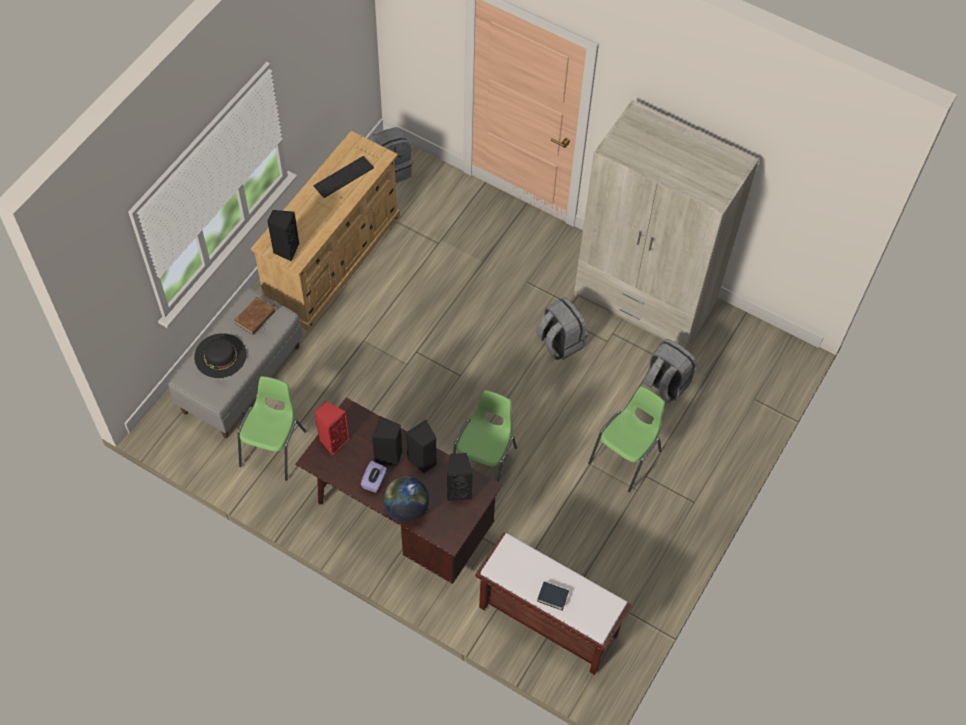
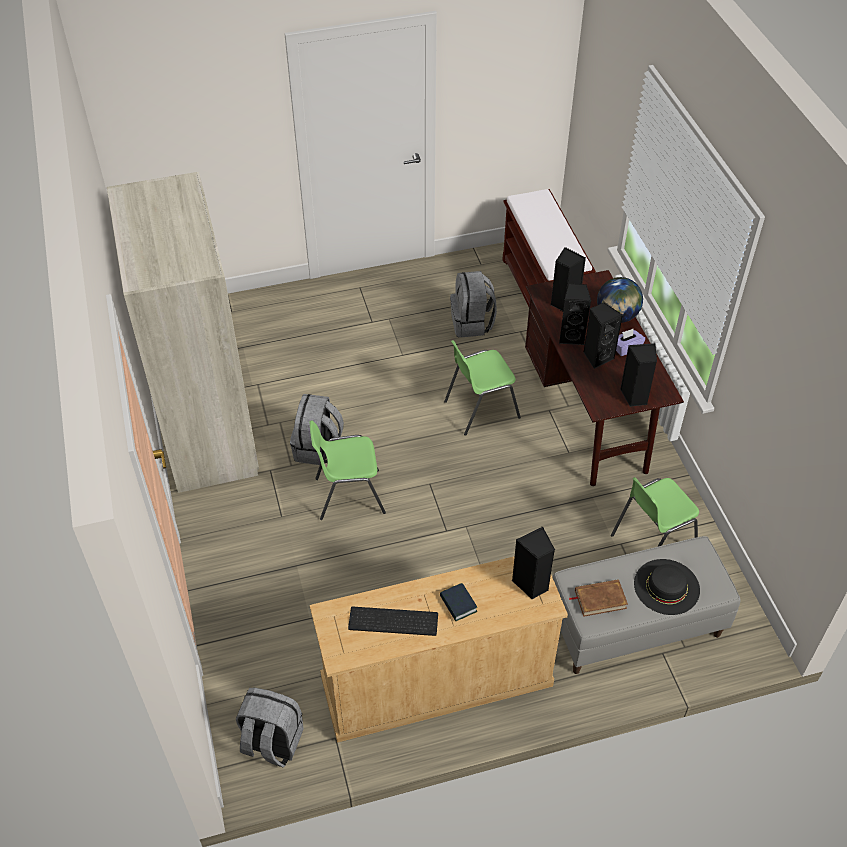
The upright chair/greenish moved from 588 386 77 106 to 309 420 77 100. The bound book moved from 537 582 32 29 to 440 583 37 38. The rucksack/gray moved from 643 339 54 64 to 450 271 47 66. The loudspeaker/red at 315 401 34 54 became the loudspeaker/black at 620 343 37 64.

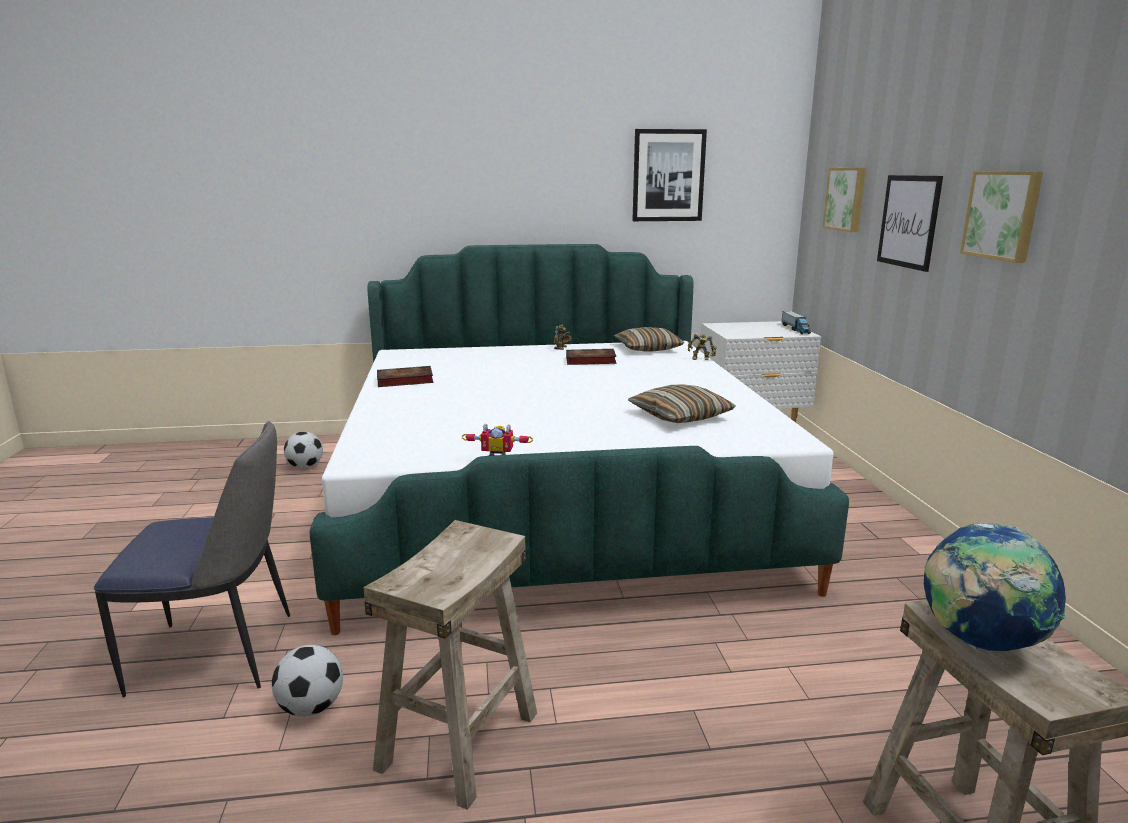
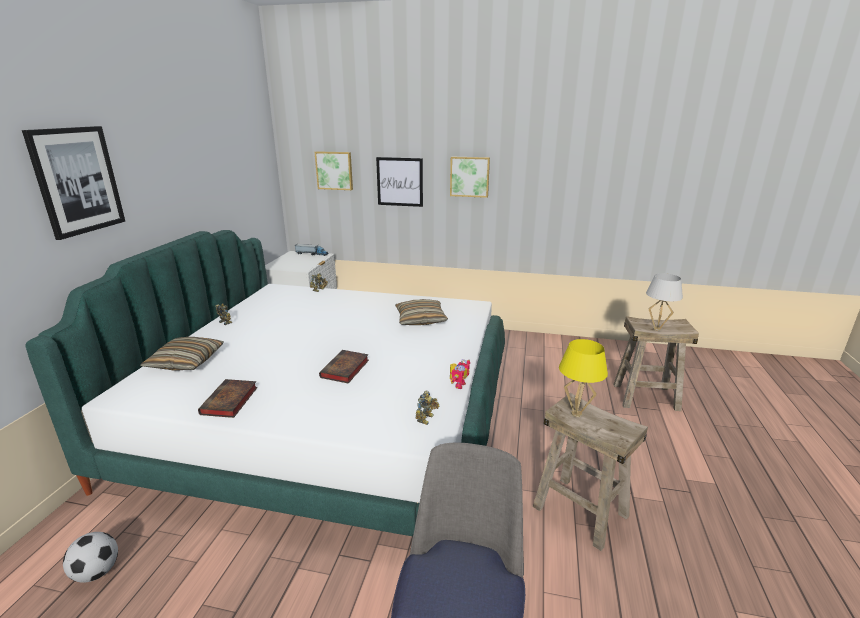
The wall art moved from 632 129 75 92 to 22 126 103 114. The cushion moved from 614 327 70 25 to 141 337 83 33. The bound book moved from 566 349 51 16 to 319 350 50 34. The model robot at 415 390 25 35 appeared. The lamp for a table/yellow-coloured at 559 339 49 78 appeared. The globe at 924 523 143 129 was replaced by the lamp for a table/whitish at 646 273 37 58. The football at 272 645 71 72 disappeared.

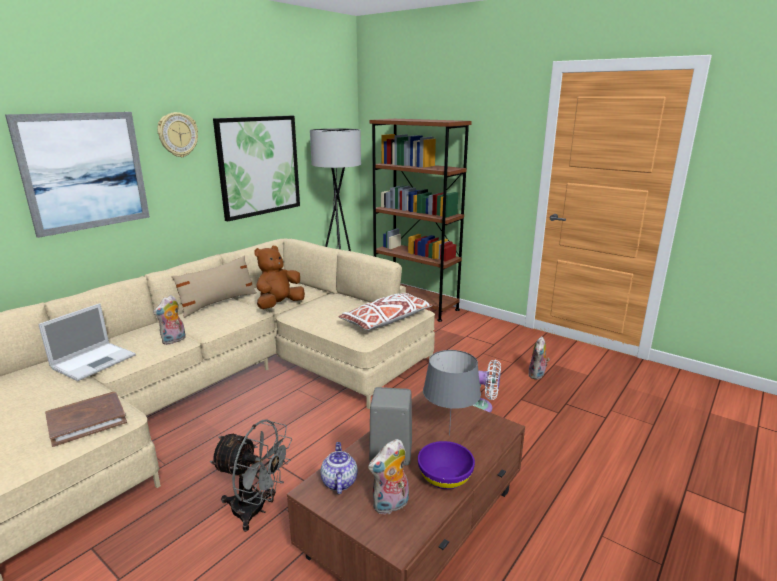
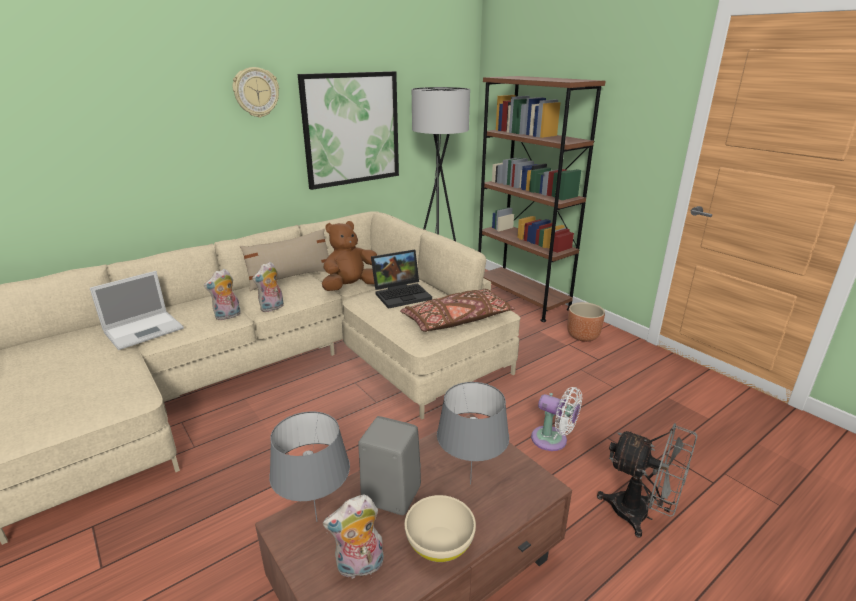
The plush toy moved from 528 336 22 44 to 252 261 32 51. The teapot at 320 442 38 52 was replaced by the lamp for a table/gray at 269 411 81 111. The laptop at 371 250 61 59 appeared. The cushion/whitish at 339 293 93 37 became the cushion/brown at 400 289 115 43. The serving bowl/purple at 418 441 57 48 became the serving bowl/sand-coloured at 404 495 72 67. The planter/brown at 567 302 38 40 appeared. The cooling fan/gray moved from 210 420 82 112 to 597 423 100 115. The wall art at 5 112 145 126 disappeared. The bound book/brown at 45 392 82 55 disappeared.

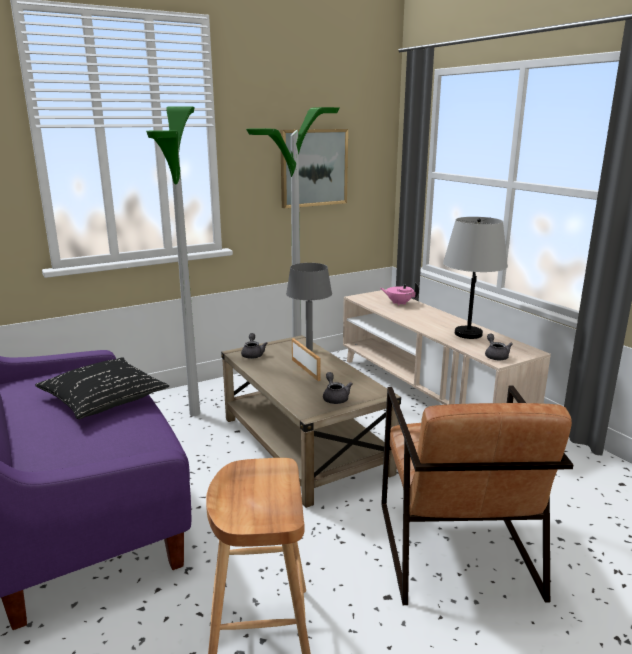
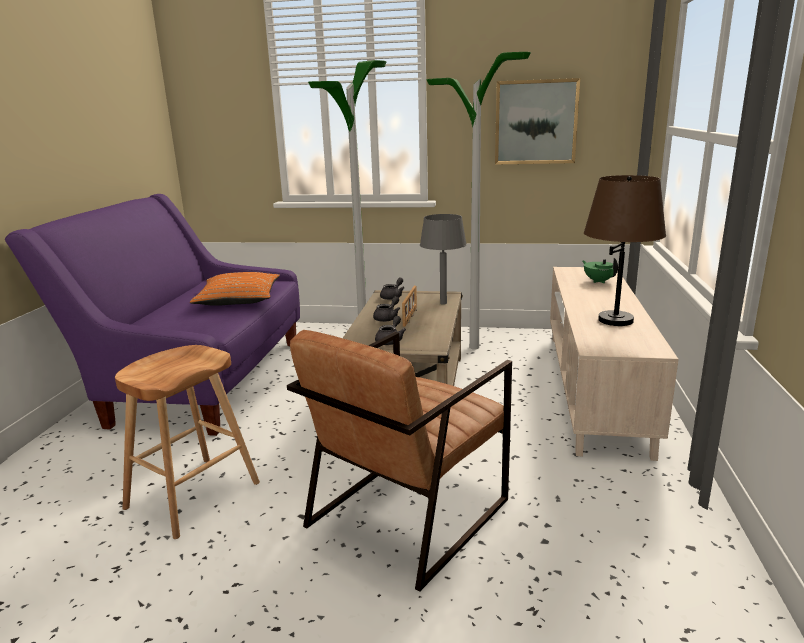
The cushion/black at 35 357 134 62 became the cushion/orange-coloured at 190 272 90 34. The teapot/gray moved from 485 333 28 27 to 373 296 27 26. The teapot/pinkish at 380 282 39 24 became the teapot/greenish at 583 258 35 25. The lamp for a table/gray at 443 217 65 122 became the lamp for a table/brown at 584 175 82 151.

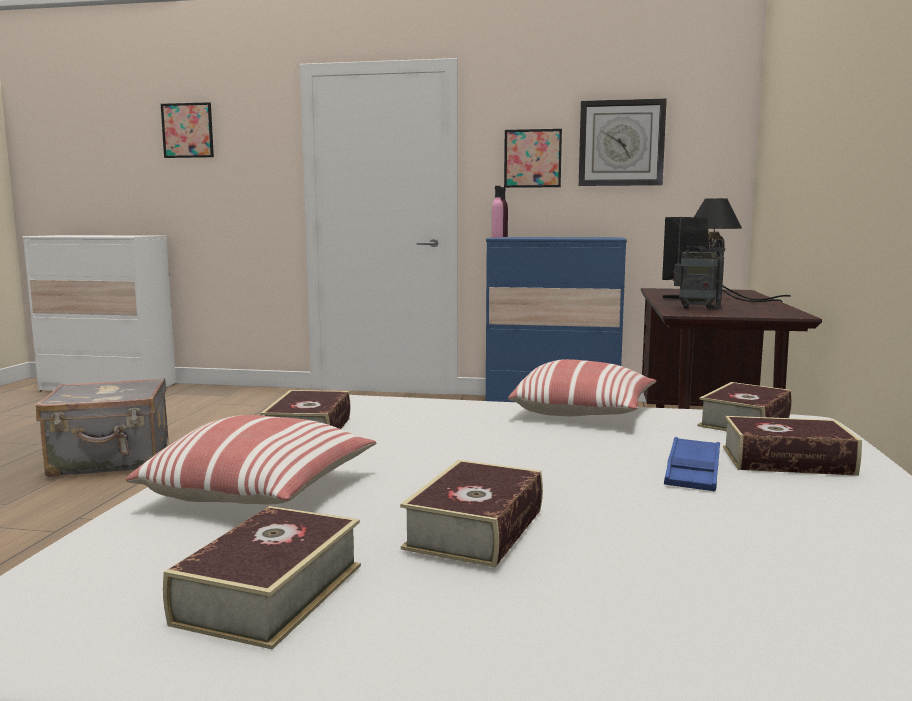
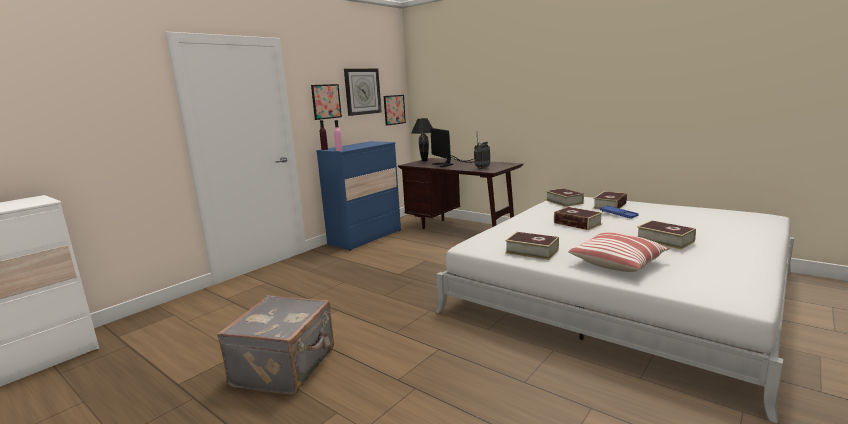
The wall art moved from 161 102 53 56 to 384 95 22 31. The bound book moved from 163 506 198 144 to 554 207 49 23. The cushion at 508 359 149 57 disappeared.

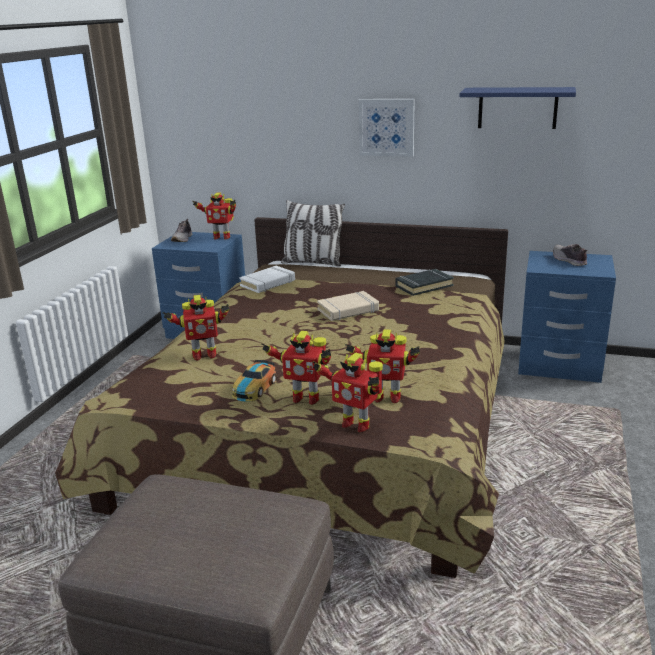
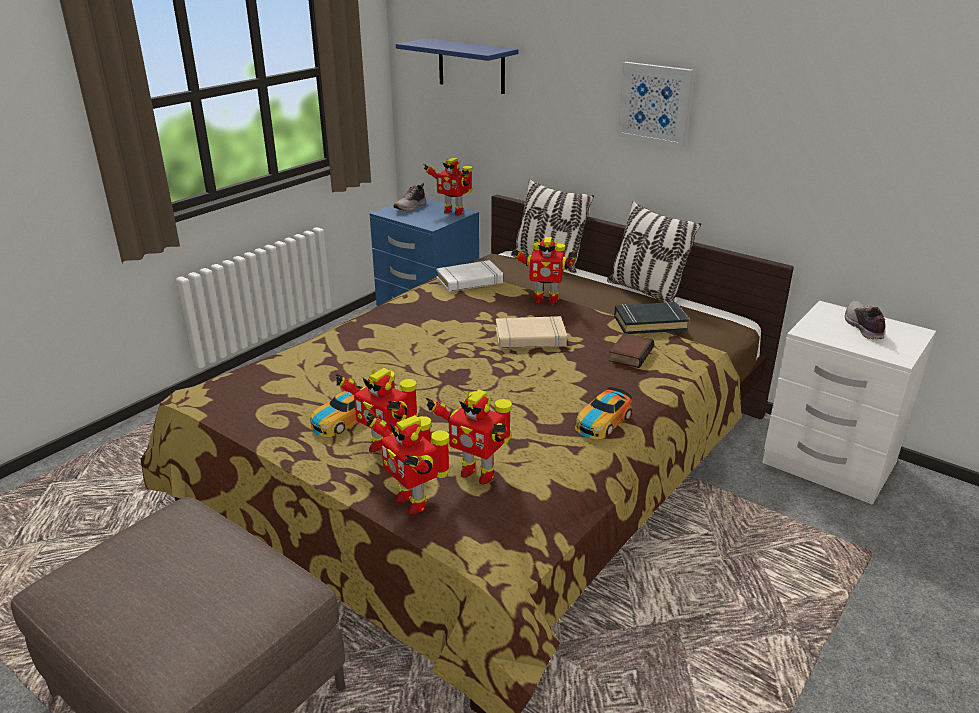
The bracket shelf/bluish moved from 459 87 117 42 to 396 38 123 56. The model robot moved from 163 295 67 65 to 511 237 66 67. The model car at 575 387 57 52 appeared. The cushion at 607 201 94 102 appeared. The bound book at 609 333 45 35 appeared. The bedside table/bluish at 518 251 98 132 became the bedside table/whitish at 762 301 174 204.

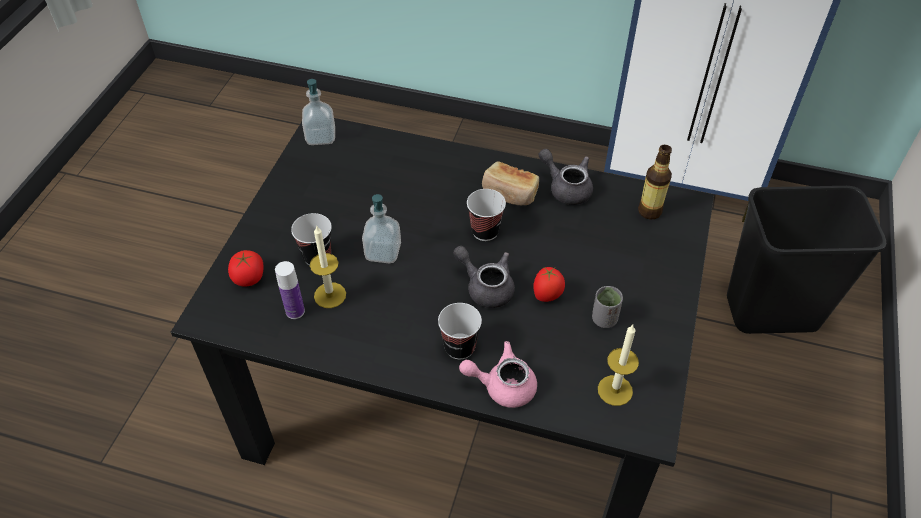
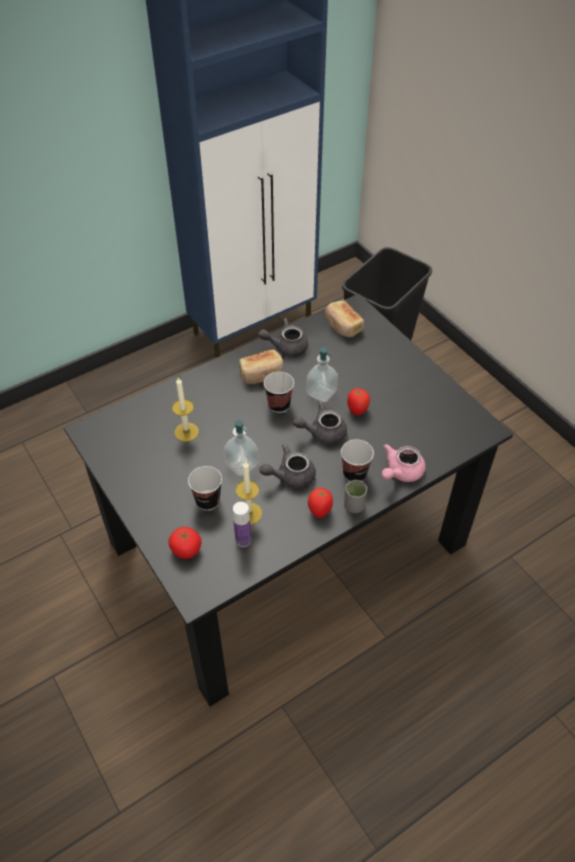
The wax candle moved from 598 325 41 81 to 172 378 27 64. The teapot/gray at 260 444 56 45 appeared. The soap dispenser moved from 302 79 33 66 to 306 347 32 55. The whole tomato at 308 488 25 30 appeared. The drink bottle at 638 145 34 75 was replaced by the baked bread at 325 300 39 37. The small cup/gray moved from 592 286 31 42 to 344 480 23 33.

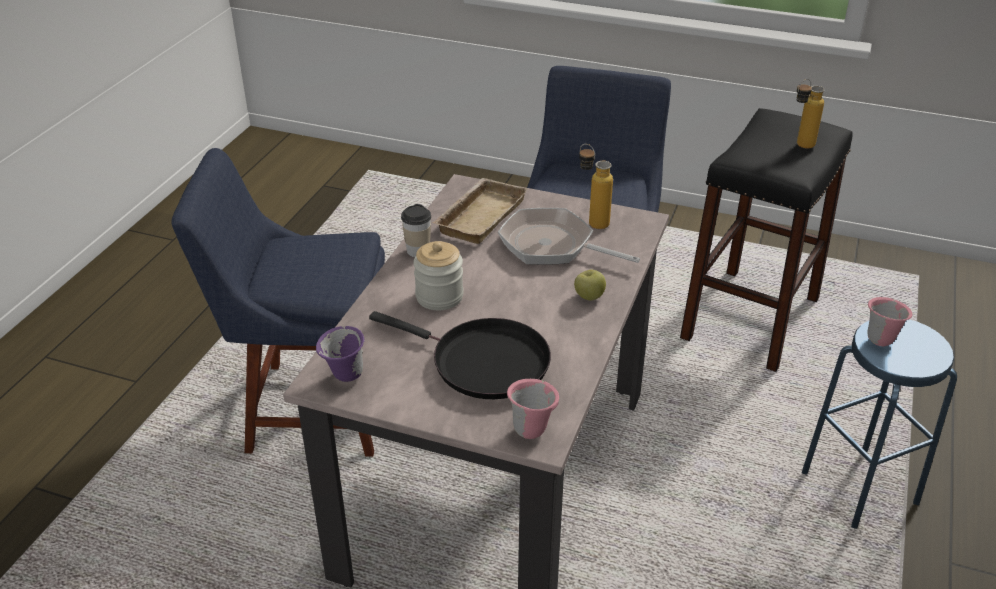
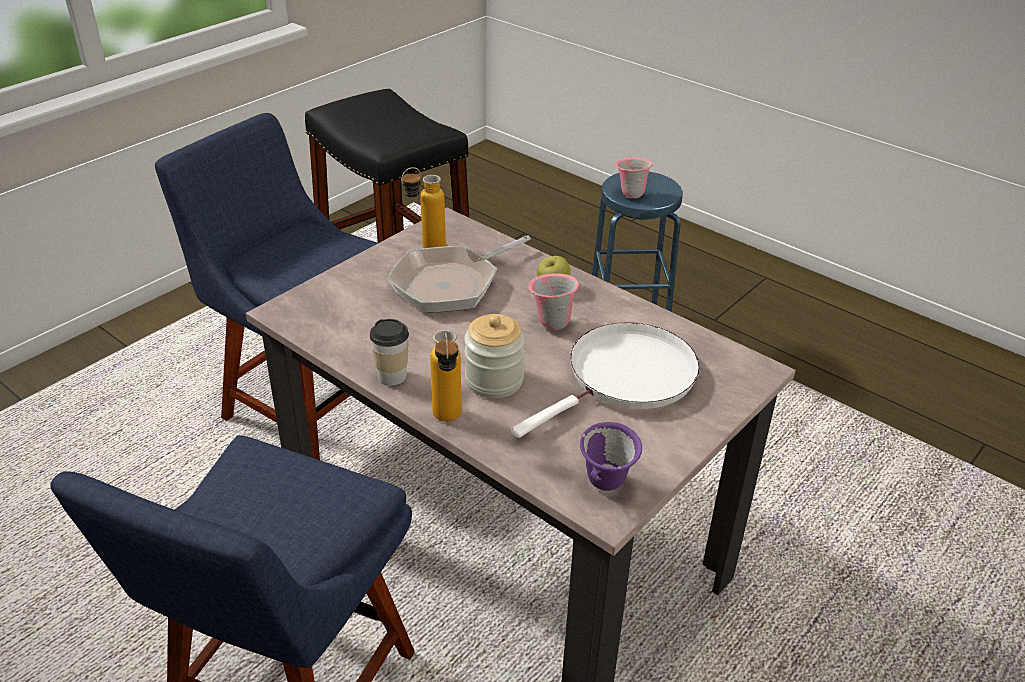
The drink bottle moved from 797 79 28 69 to 430 330 32 92. The pan/black at 369 311 182 88 became the pan/whitish at 511 322 189 116. The coffee mug/pinkish moved from 507 379 52 60 to 528 273 51 57. The carrying tray/sand-coloured at 433 178 95 66 disappeared.

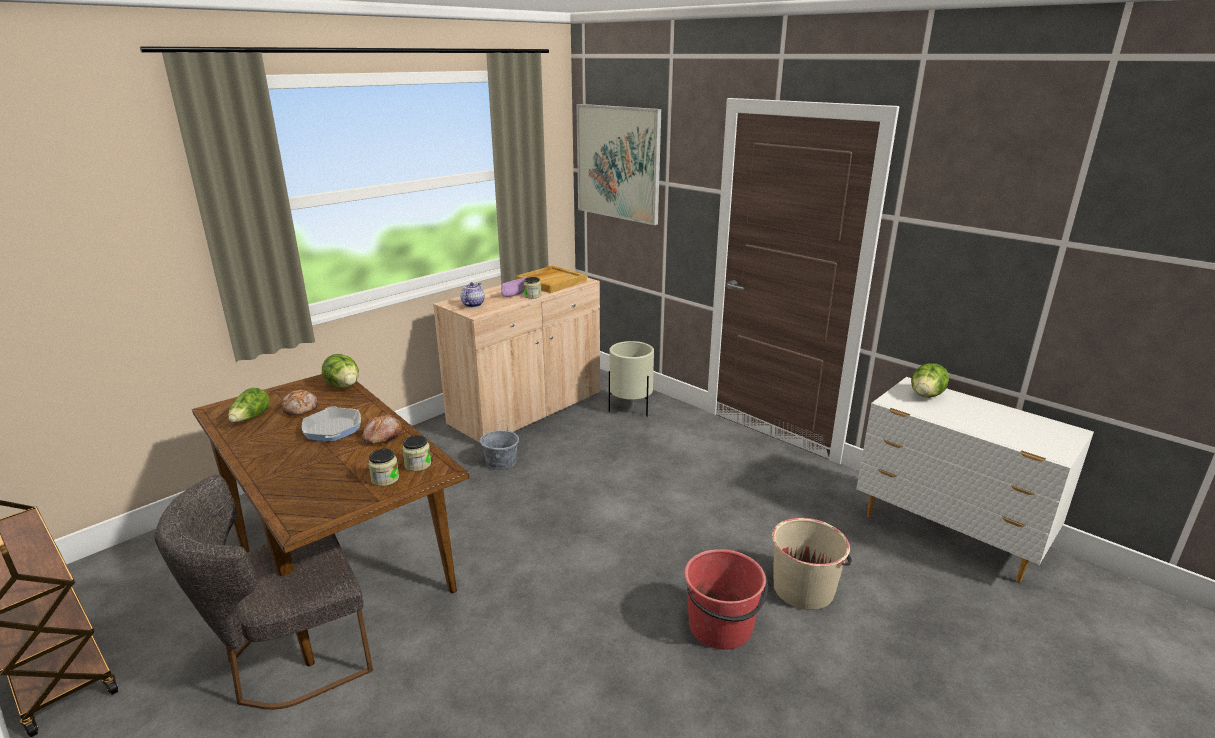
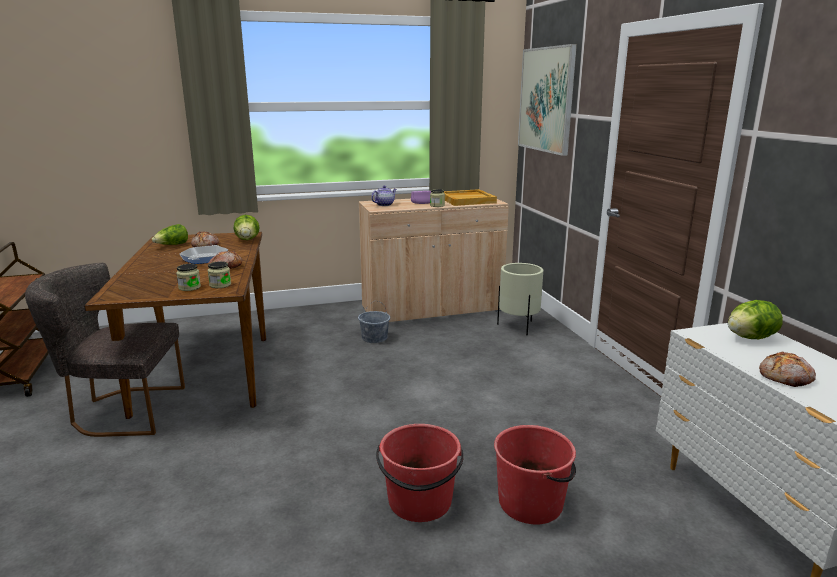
The pail/sand-coloured at 772 518 80 92 became the pail/red at 494 425 82 100. The baked bread at 759 351 57 36 appeared.

